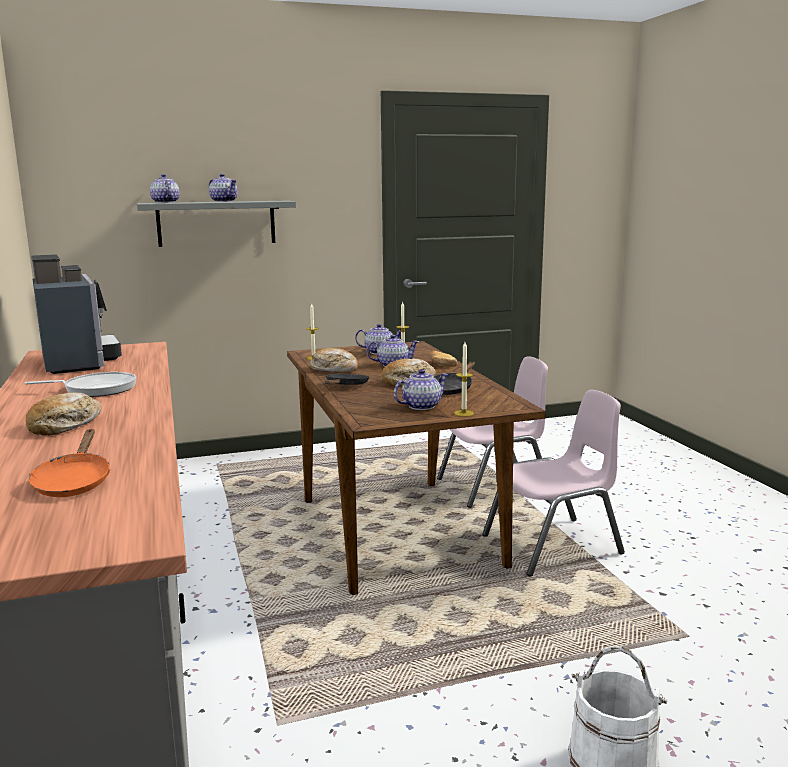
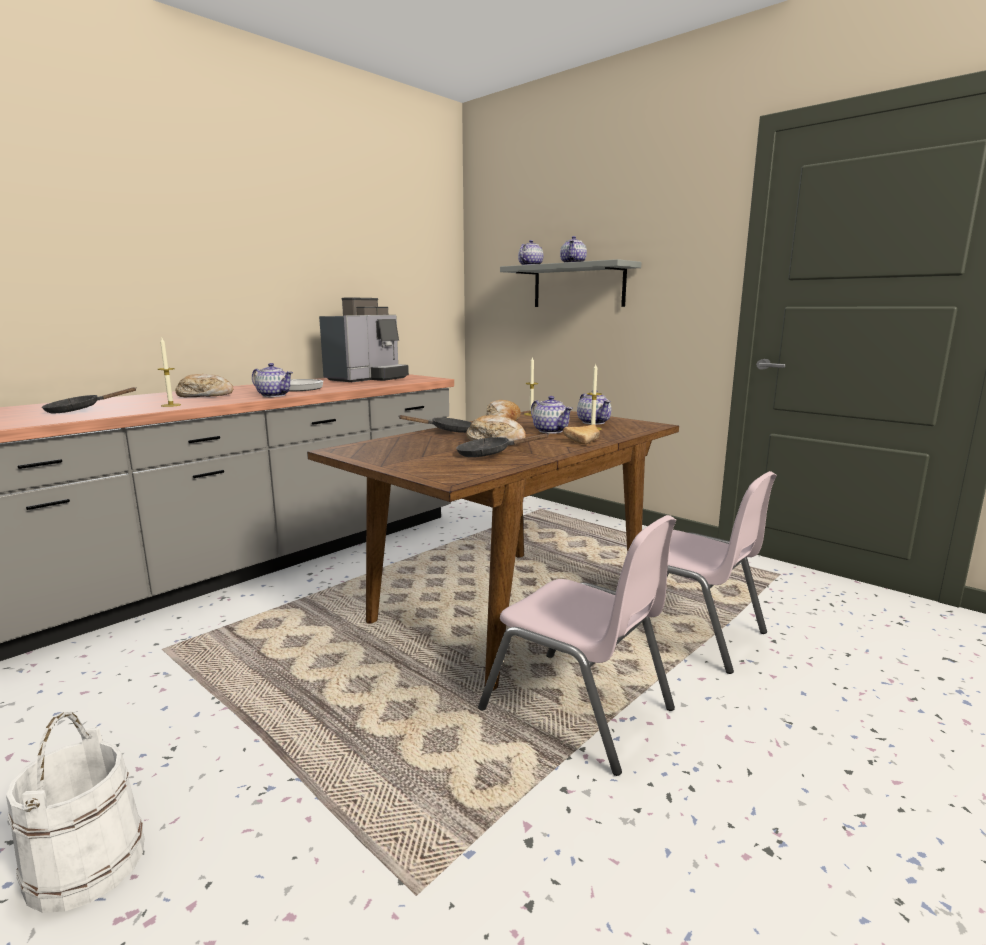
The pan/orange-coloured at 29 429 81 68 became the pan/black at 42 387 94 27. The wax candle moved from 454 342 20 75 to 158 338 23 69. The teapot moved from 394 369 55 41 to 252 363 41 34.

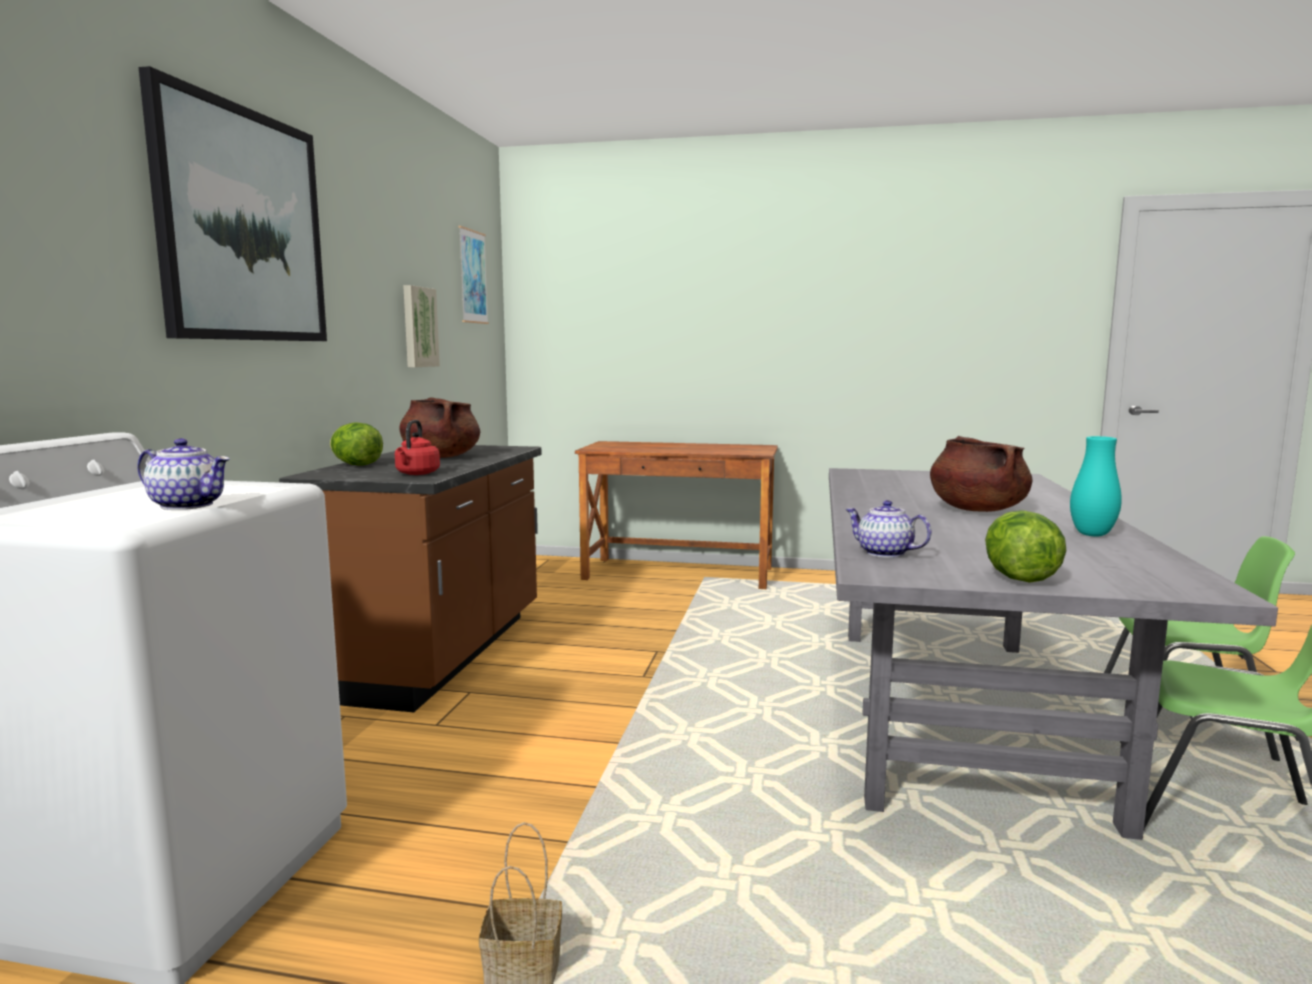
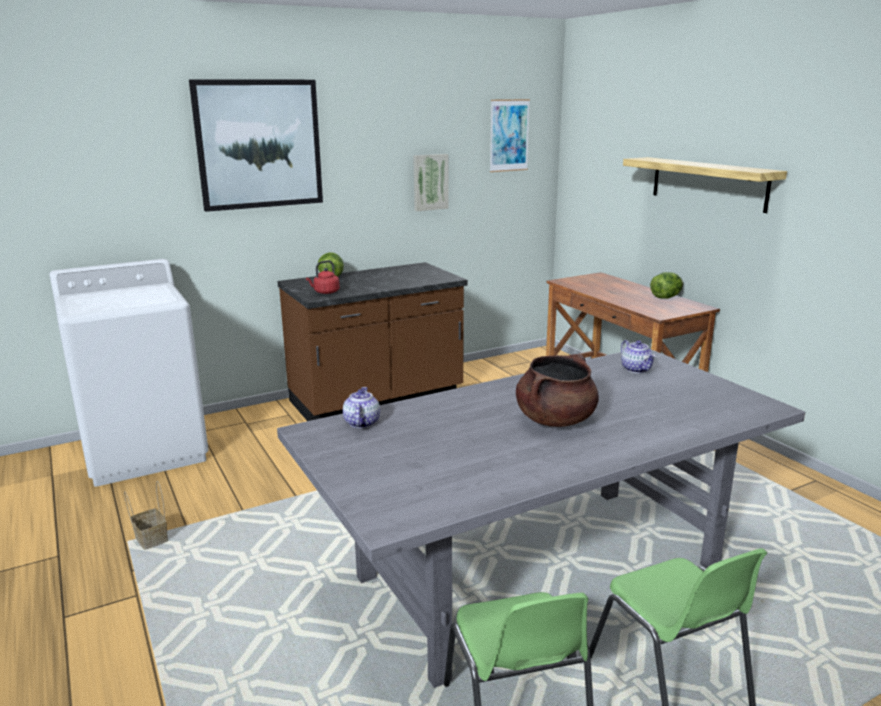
The teapot moved from 137 438 93 72 to 621 340 35 33. The bracket shelf at 623 157 164 56 appeared. The head of lettuce moved from 985 510 82 72 to 650 272 33 27. The cooking pot/brown at 400 397 80 61 disappeared. The vase/turquoise at 1070 436 52 100 disappeared.

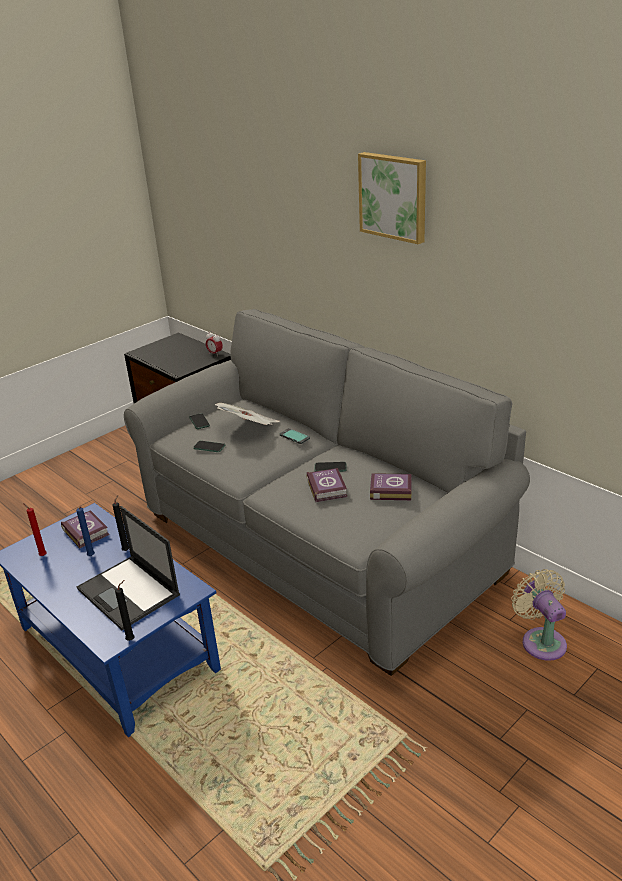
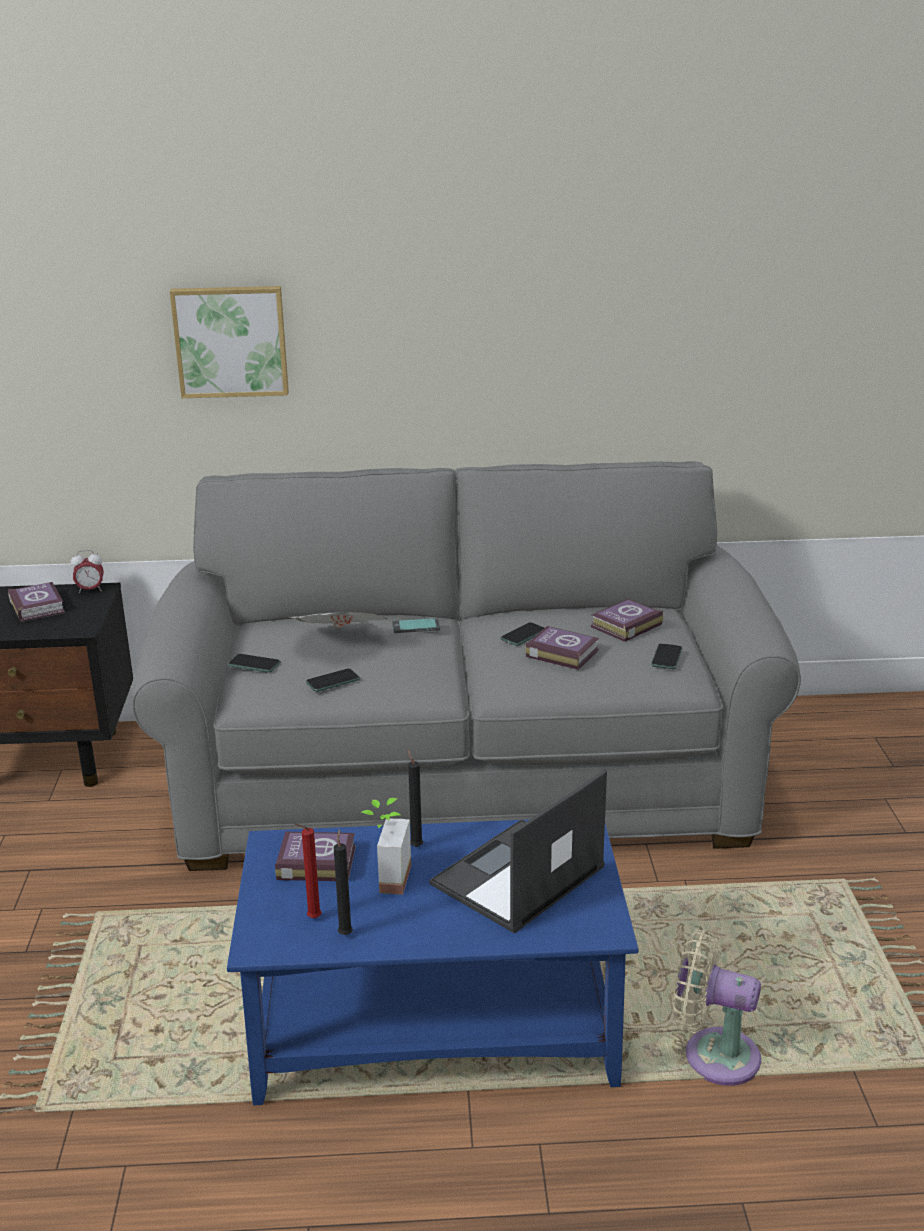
The bound book at 8 582 57 40 appeared. The wall art moved from 358 152 68 92 to 170 286 119 112. The wax candle/black moved from 115 580 20 61 to 334 829 19 106. The wax candle/bluish at 76 506 19 50 was replaced by the plant in a pot at 361 798 50 97. The laptop at 77 506 103 124 turned 135 degrees clockwise. The telephone at 651 643 31 26 appeared. The cooling fan/sand-coloured moved from 511 569 56 92 to 672 930 89 156.

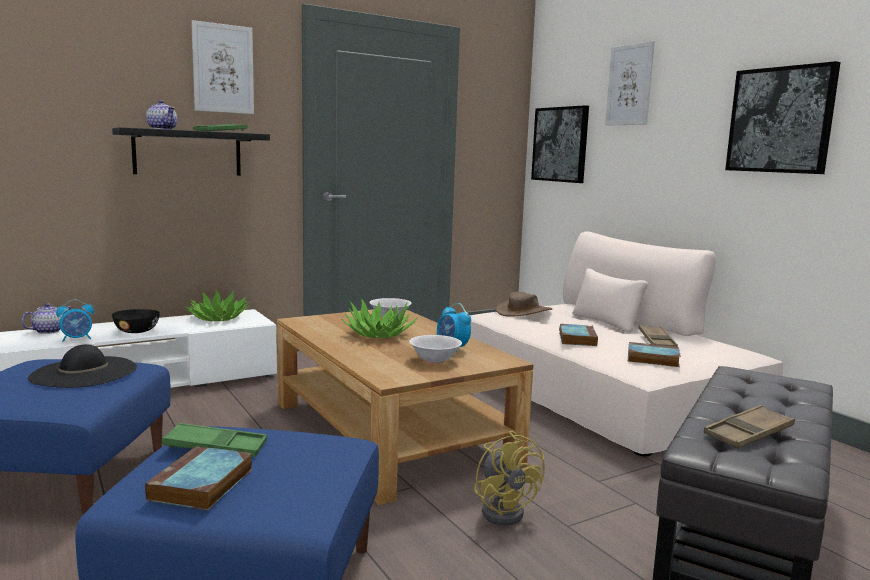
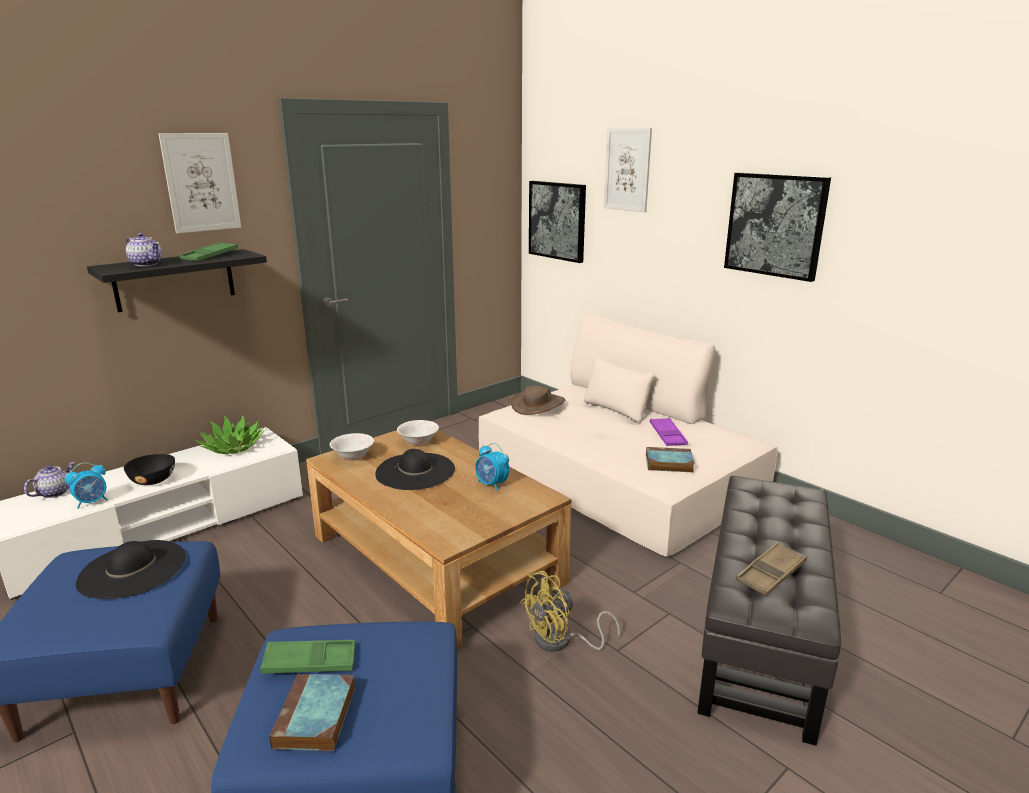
The serving bowl/whitish moved from 409 335 53 29 to 330 433 44 27. The plant in a pot at 341 299 76 39 was replaced by the clothing hat/black at 375 449 80 41. The cooling fan/yellow-coloured at 474 431 71 95 turned 90 degrees clockwise. The carrying tray/brown at 639 325 39 22 became the carrying tray/purple at 650 418 38 28. The bound book at 559 324 39 22 disappeared.

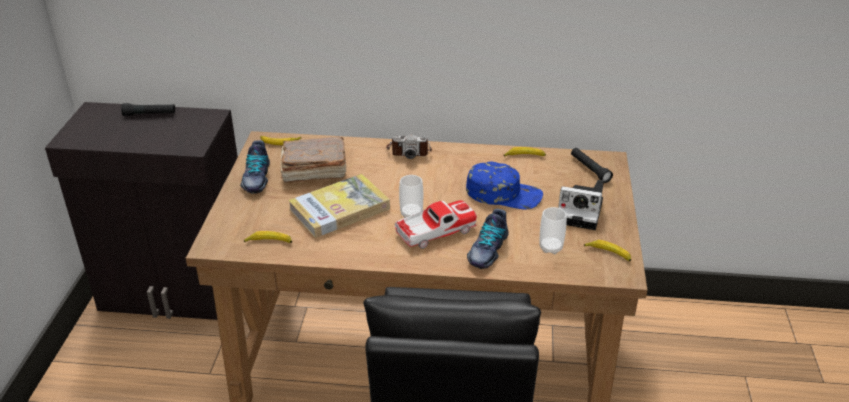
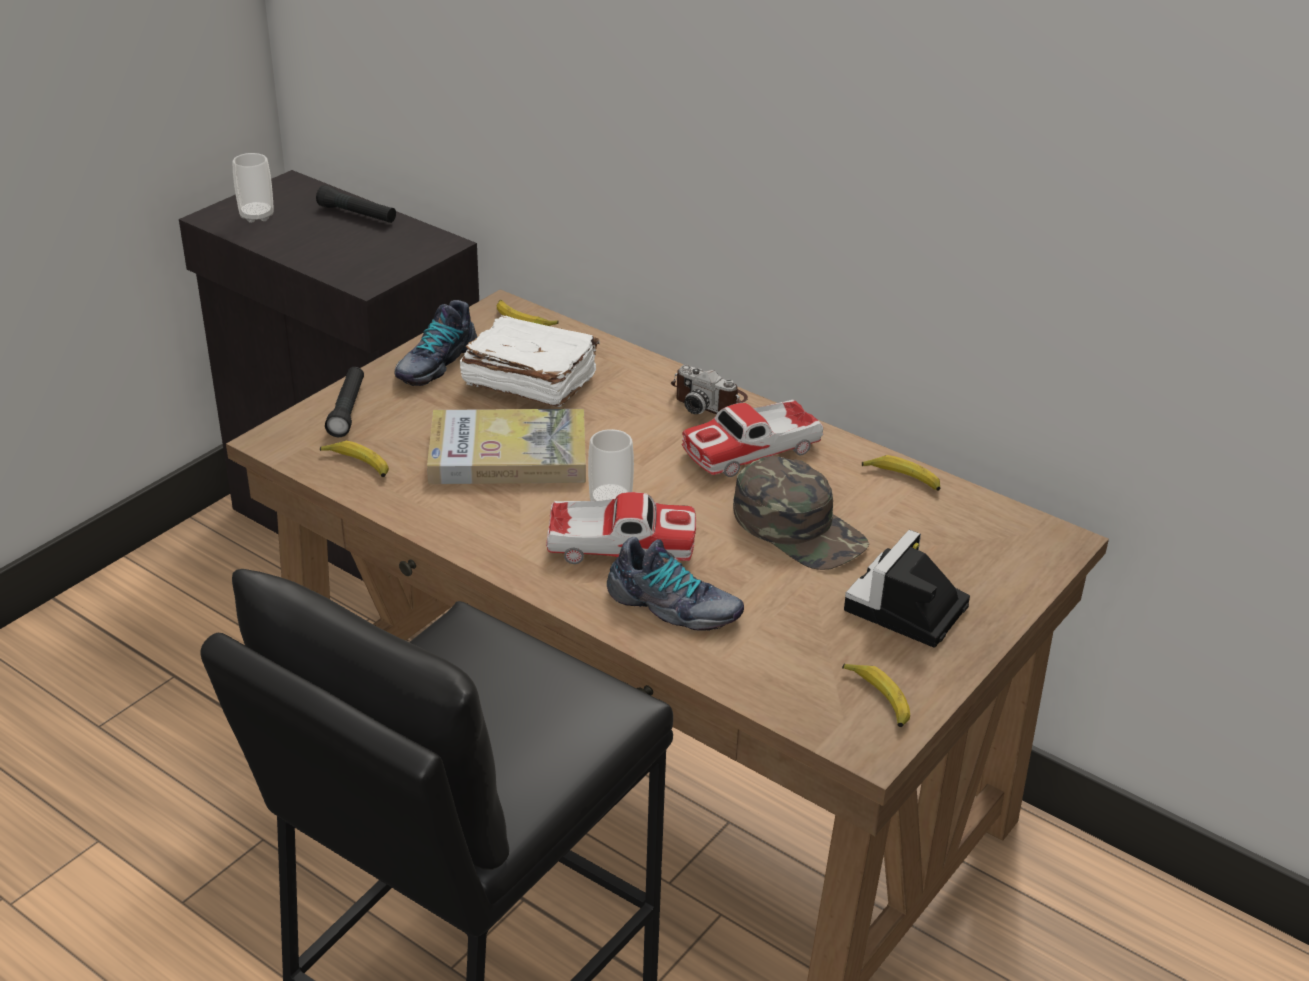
The small cup moved from 540 207 27 47 to 232 153 42 70. The flashlight/black moved from 571 148 42 35 to 325 367 39 70. The bound book/brown at 281 136 65 47 became the bound book/whitish at 460 315 140 92. The shoe at 467 209 41 60 turned 120 degrees counterclockwise. The model car at 681 399 142 78 appeared. The baseball cap/bluish at 466 161 77 48 became the baseball cap/greenish at 733 456 136 114. The still camera at 558 180 46 50 turned 75 degrees clockwise.

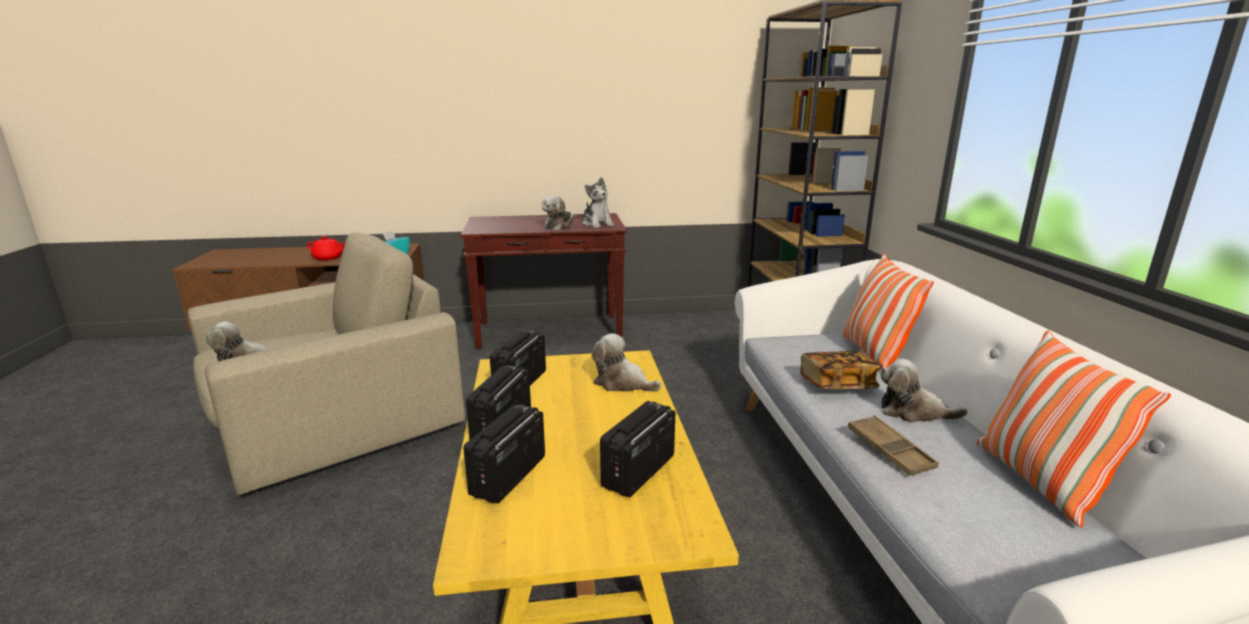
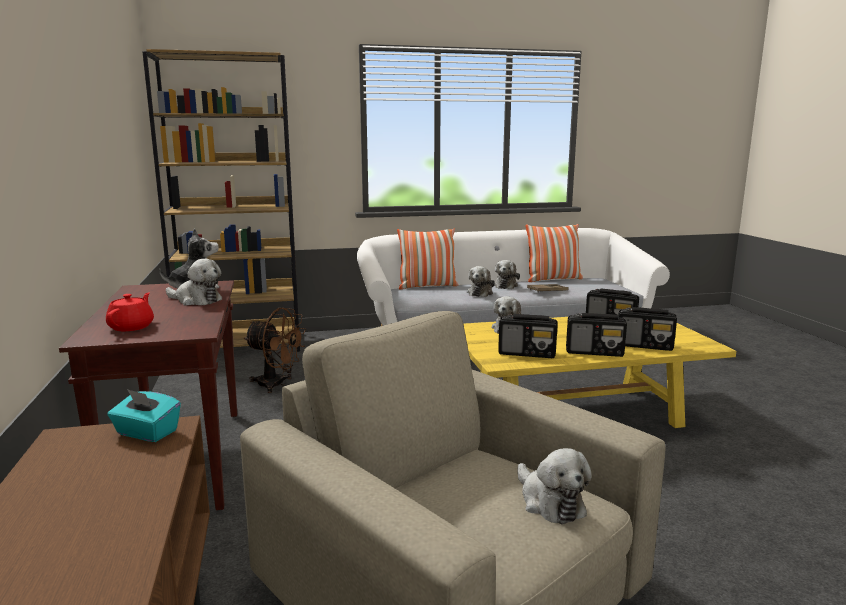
The teapot/red moved from 307 236 38 24 to 106 292 48 39. The cooling fan/brown at 244 308 62 85 appeared. The bound book at 801 351 81 38 was replaced by the plush toy at 467 266 28 31.

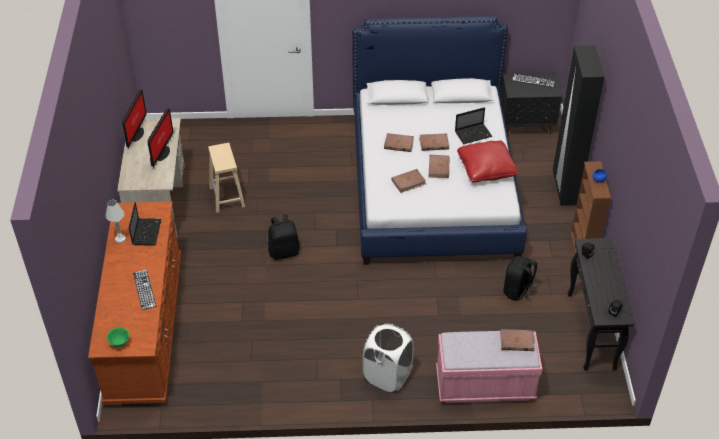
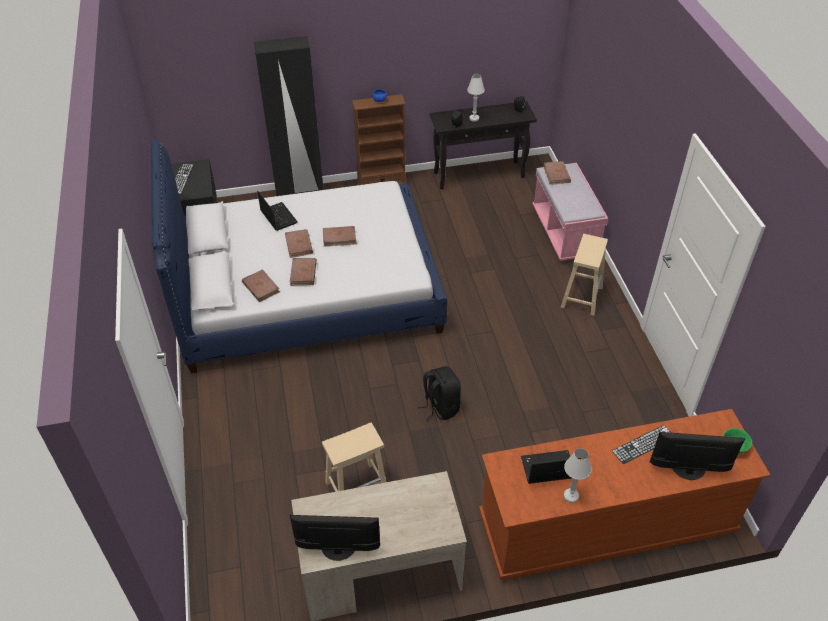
The bound book/brown moved from 391 169 35 24 to 242 269 38 33. The lamp for a table/whitish at 467 74 18 47 appeared. The hamper/whitish at 363 323 51 69 was replaced by the stool/sand-coloured at 561 234 47 82. The computer screen moved from 147 108 26 59 to 650 432 95 48. The cushion/red at 457 140 62 43 disappeared. The rucksack/black at 503 256 35 46 disappeared.

